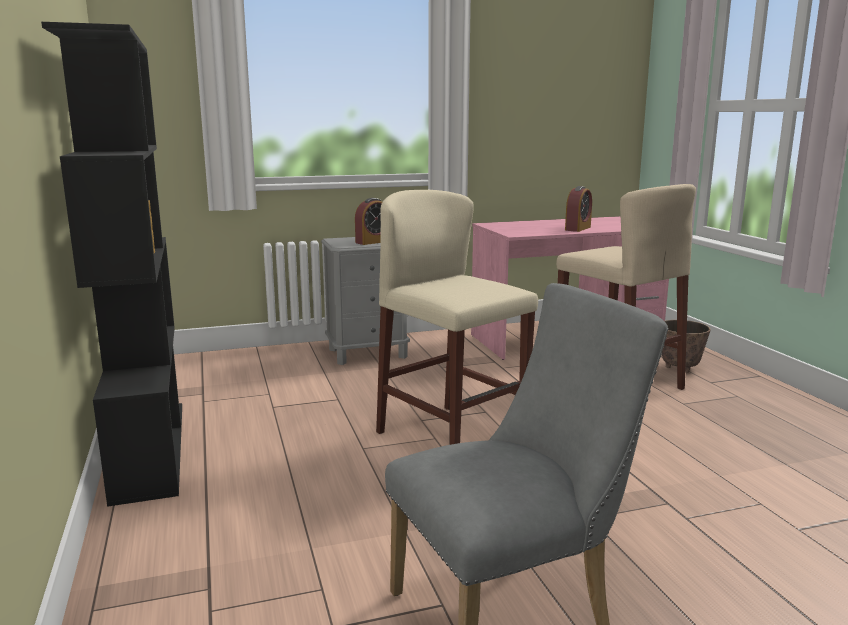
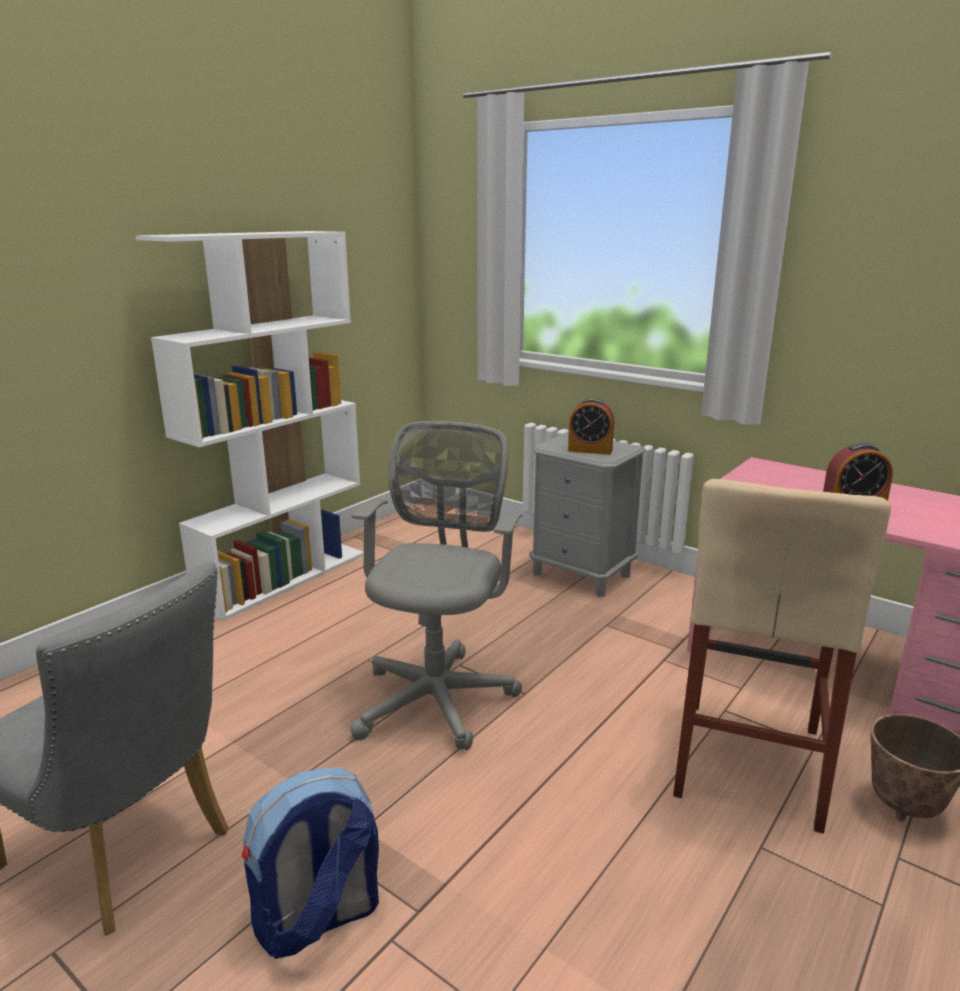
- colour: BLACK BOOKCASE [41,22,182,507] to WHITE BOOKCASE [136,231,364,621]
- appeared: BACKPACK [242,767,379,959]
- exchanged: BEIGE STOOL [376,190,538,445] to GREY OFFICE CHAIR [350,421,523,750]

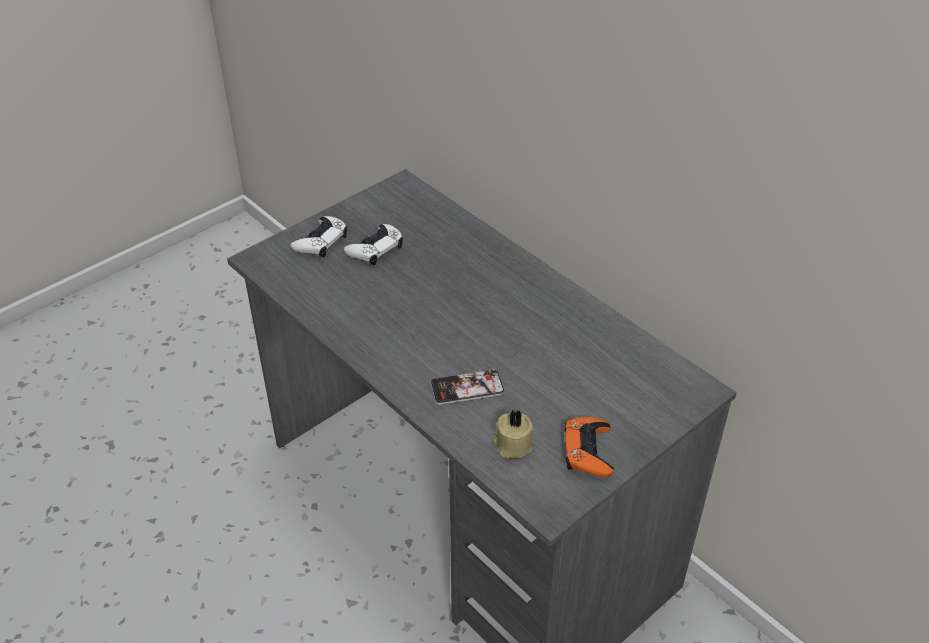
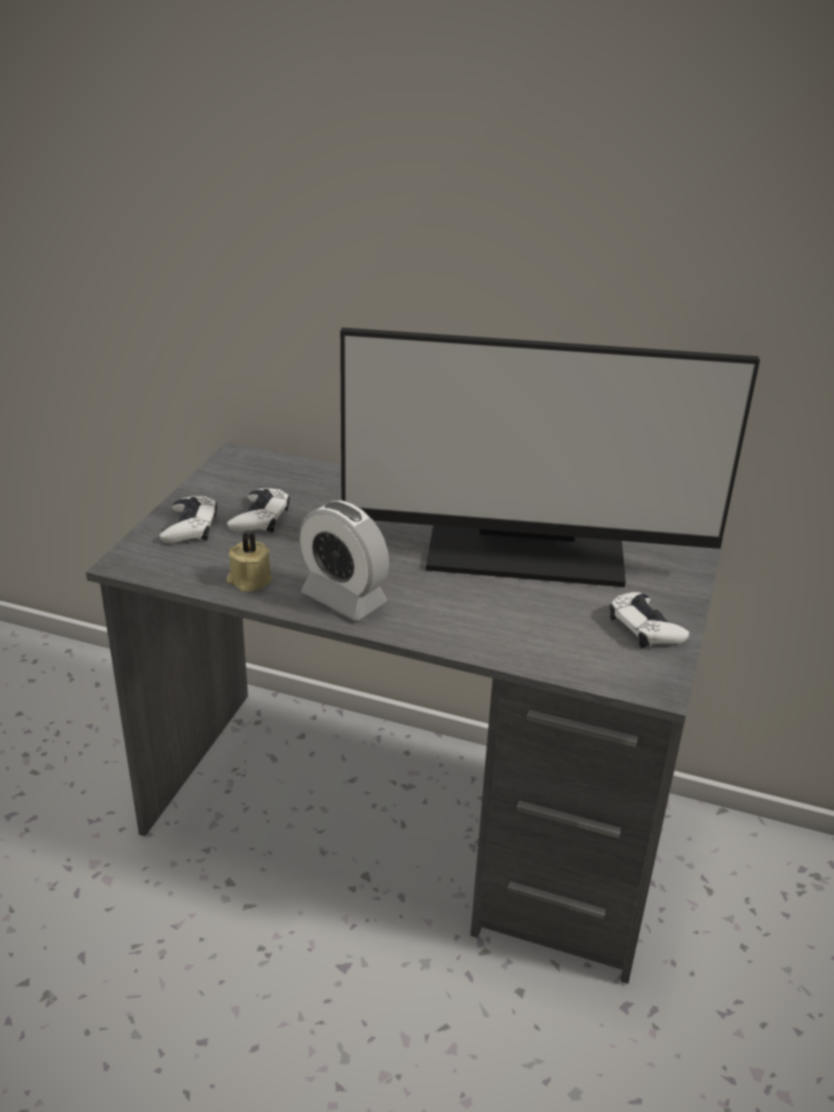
- relocated: BEIGE CANDLE [493,410,533,458] to [227,532,272,592]
- appeared: ALARM CLOCK [300,501,389,621]
- appeared: MONITOR [340,328,760,587]
- colour: ORANGE GAME CONTROLLER [565,417,614,477] to WHITE GAME CONTROLLER [610,592,689,648]
- missing: PHONE [430,369,505,405]

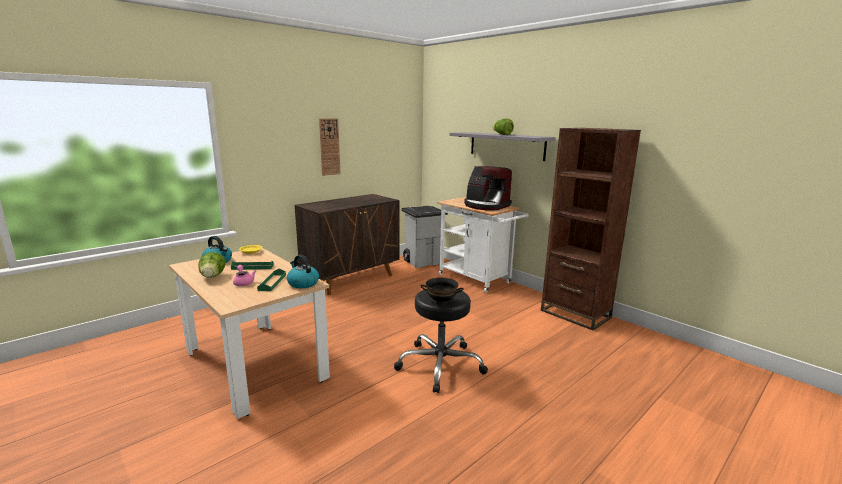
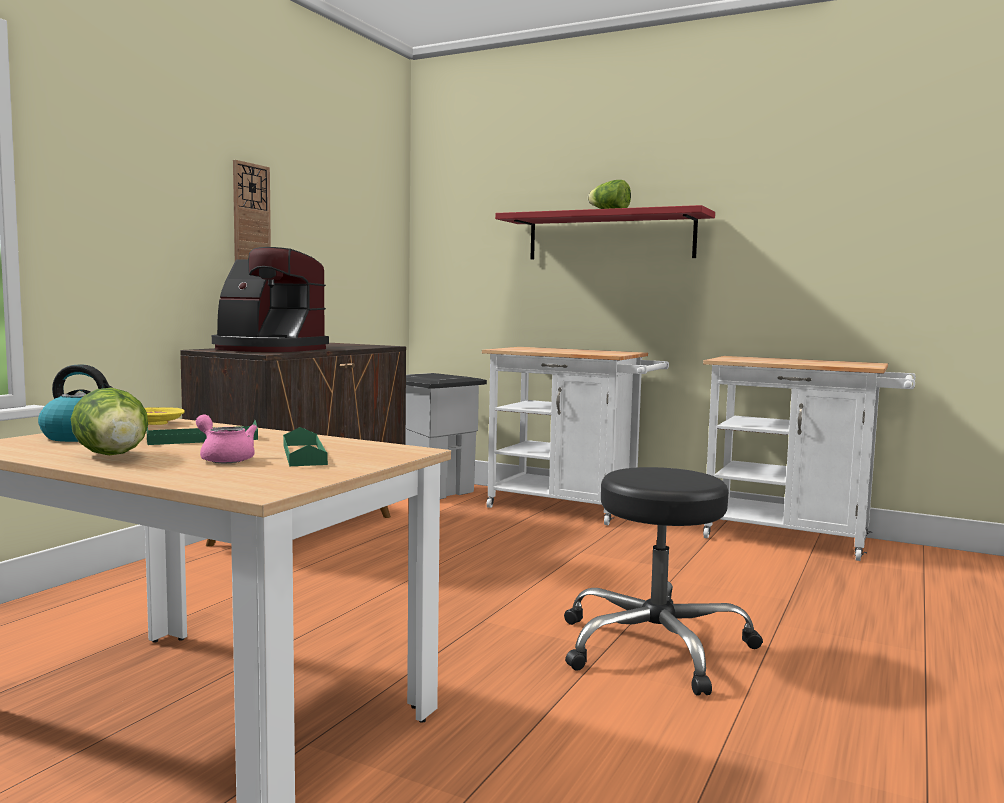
- relocated: COFFEE MACHINE [464,166,512,211] to [212,247,329,352]
- colour: GREY SHELF [450,132,555,161] to RED SHELF [495,205,715,259]
- exchanged: BROWN BOOKCASE [541,128,641,330] to WHITE CART [703,356,916,561]
- missing: KETTLE [287,255,319,288]
- missing: BLACK BOWL [421,277,464,305]

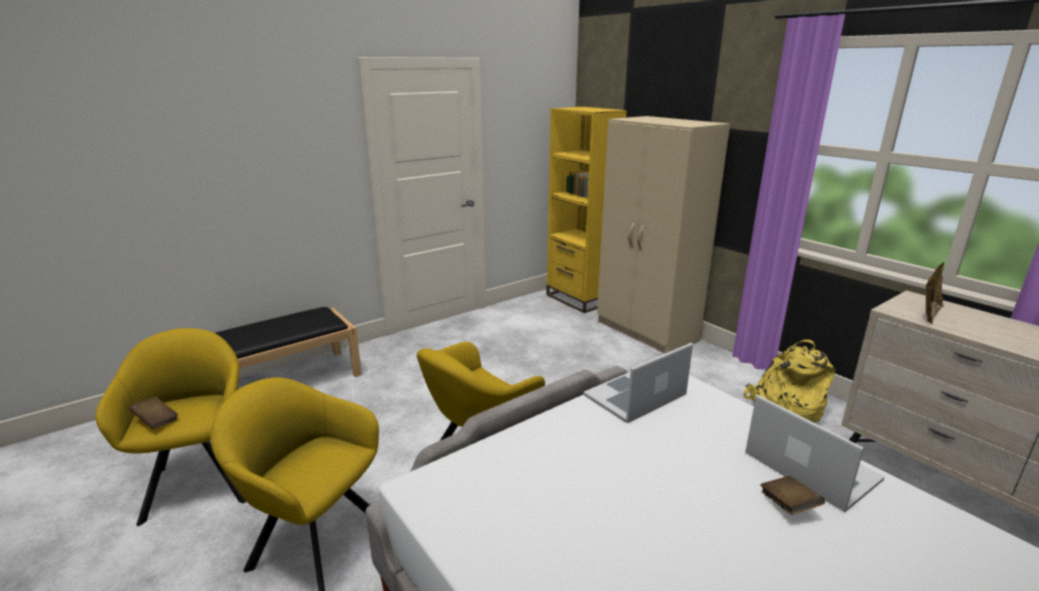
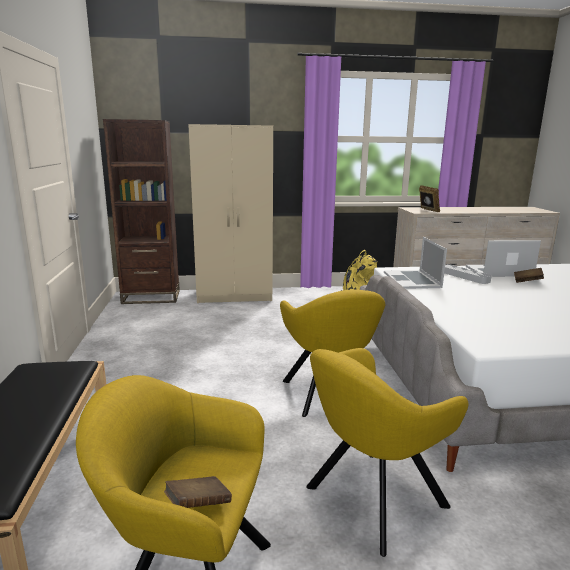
- colour: YELLOW BOOKCASE [546,107,627,313] to BROWN BOOKCASE [103,119,180,304]
- appeared: GREY TRAY [444,264,492,284]

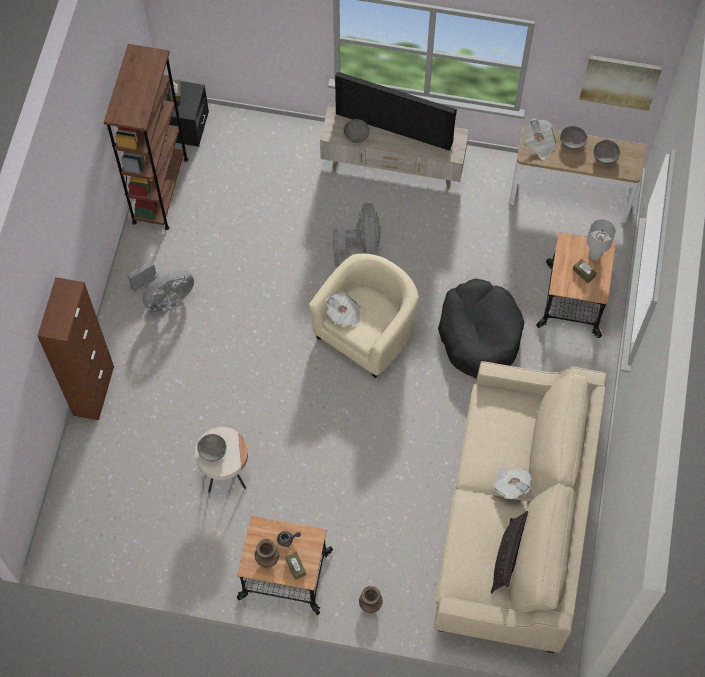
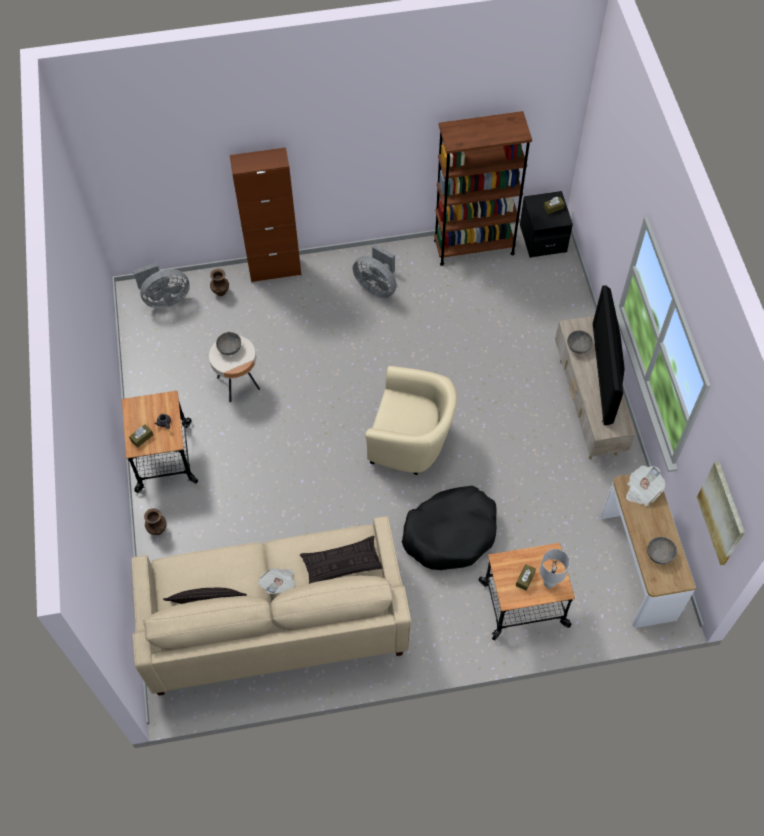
- relocated: GREY FAN [333,203,381,267] to [133,263,190,308]
- relocated: BROWN VASE [255,539,279,568] to [210,269,229,296]
- appeared: PILLOW [300,536,383,584]
- missing: NEWSPAPER [326,291,361,327]
- missing: GREY BOWL [560,126,587,150]

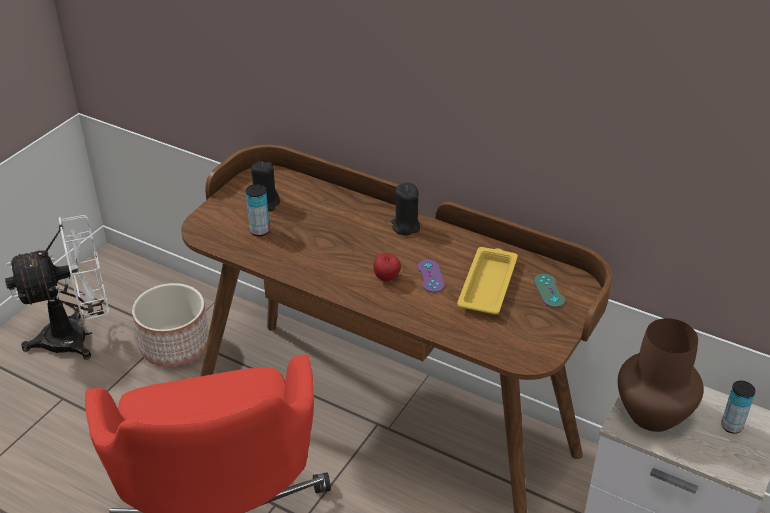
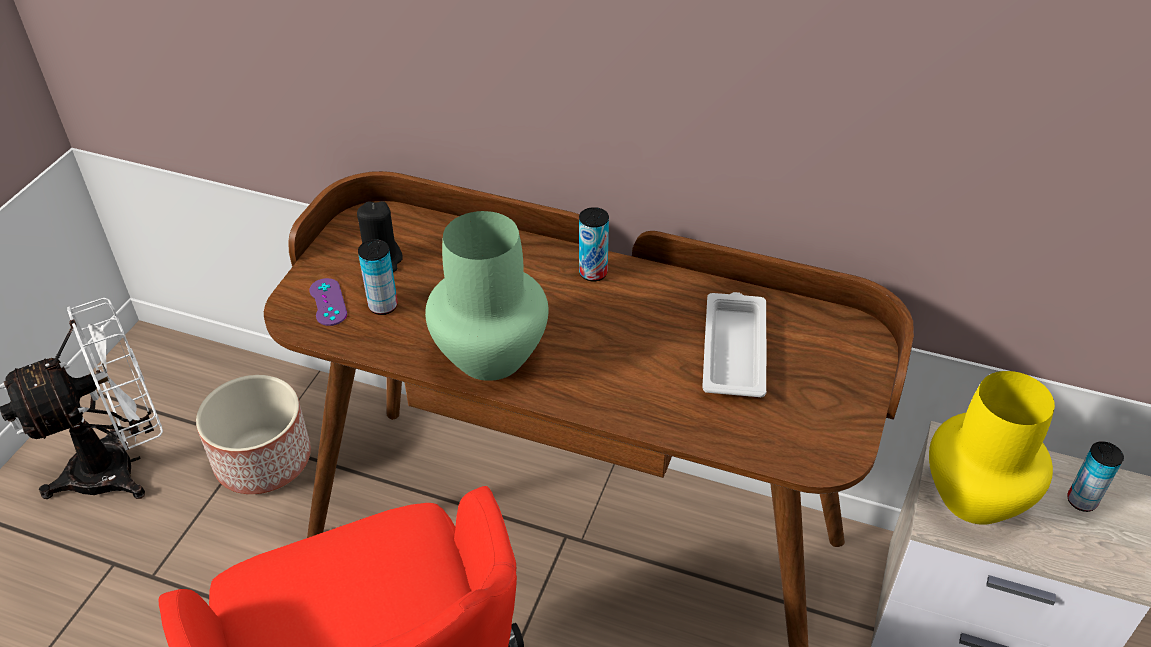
- relocated: PURPLE GAME CONTROLLER [418,260,445,293] to [309,278,347,326]
- appeared: GREEN VASE [425,211,548,381]
- exchanged: BLACK CANDLE [391,183,420,235] to CAN [579,207,609,282]
- colour: YELLOW TRAY [457,247,518,315] to WHITE TRAY [702,292,766,397]
- colour: BROWN VASE [618,318,704,432] to YELLOW VASE [929,371,1055,525]
- missing: APPLE [373,253,401,281]
- missing: GREEN GAME CONTROLLER [534,274,565,308]

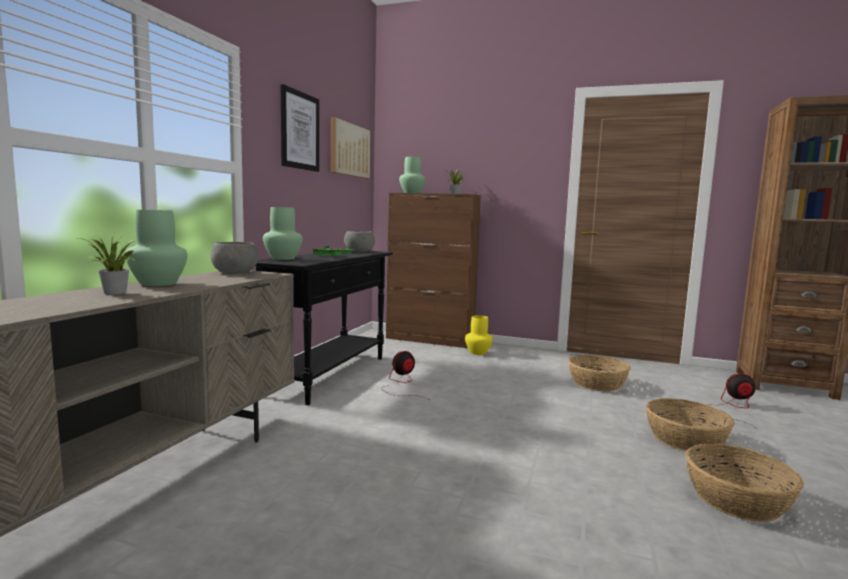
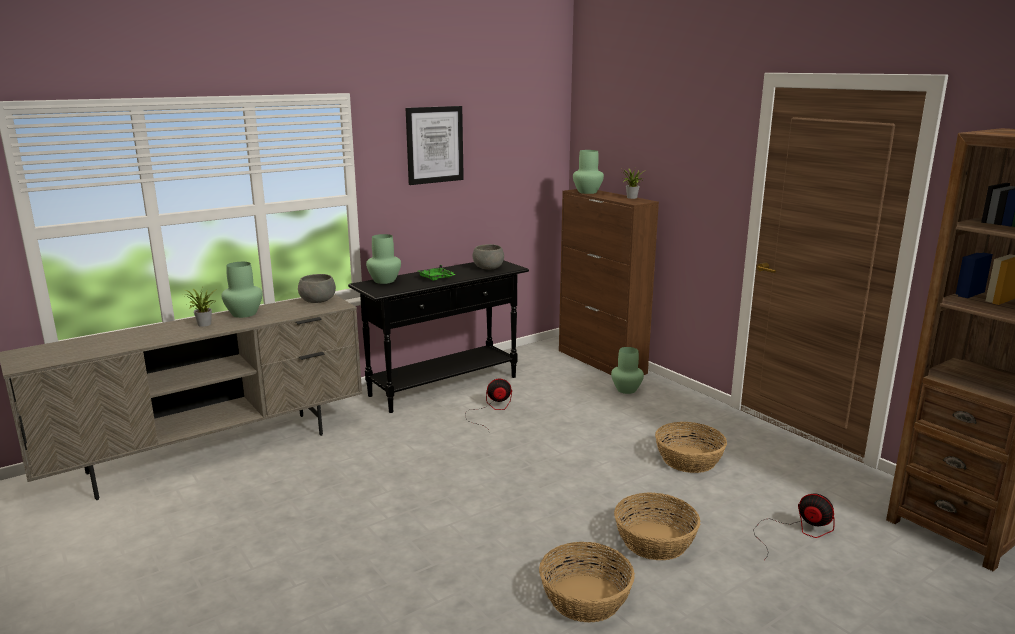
- colour: YELLOW VASE [465,315,493,355] to GREEN VASE [611,347,644,394]
- missing: PICTURE [331,117,371,178]

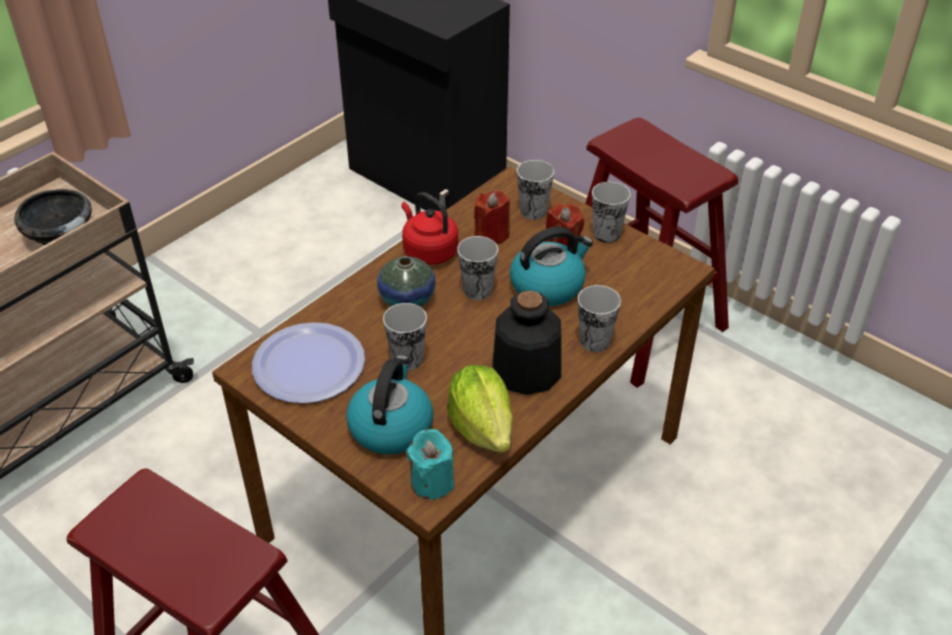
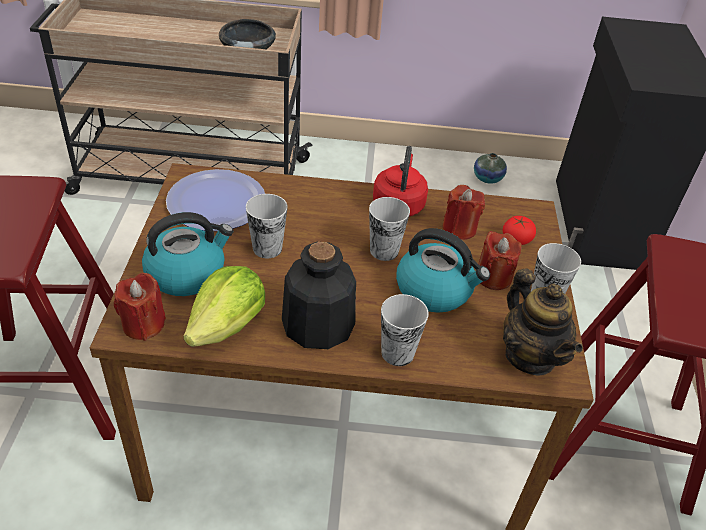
- colour: TURQUOISE CANDLE [407,429,454,500] to RED CANDLE [114,273,166,341]
- relocated: VASE [377,256,436,307] to [474,153,507,184]
- exchanged: CUP [517,160,554,220] to TOMATO [502,216,536,245]
- appeared: TEAPOT [503,269,583,376]

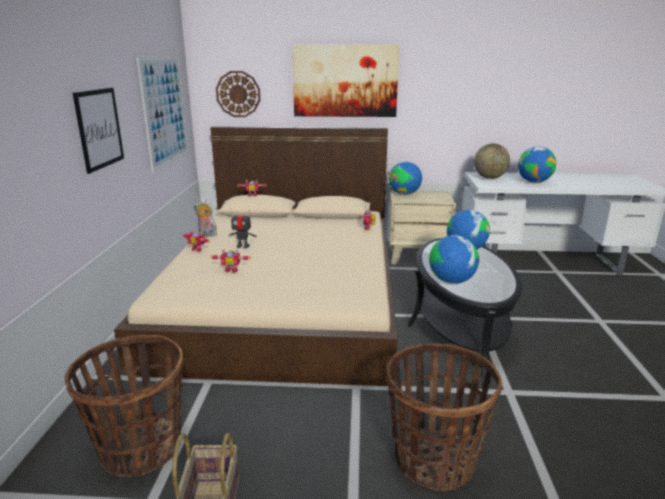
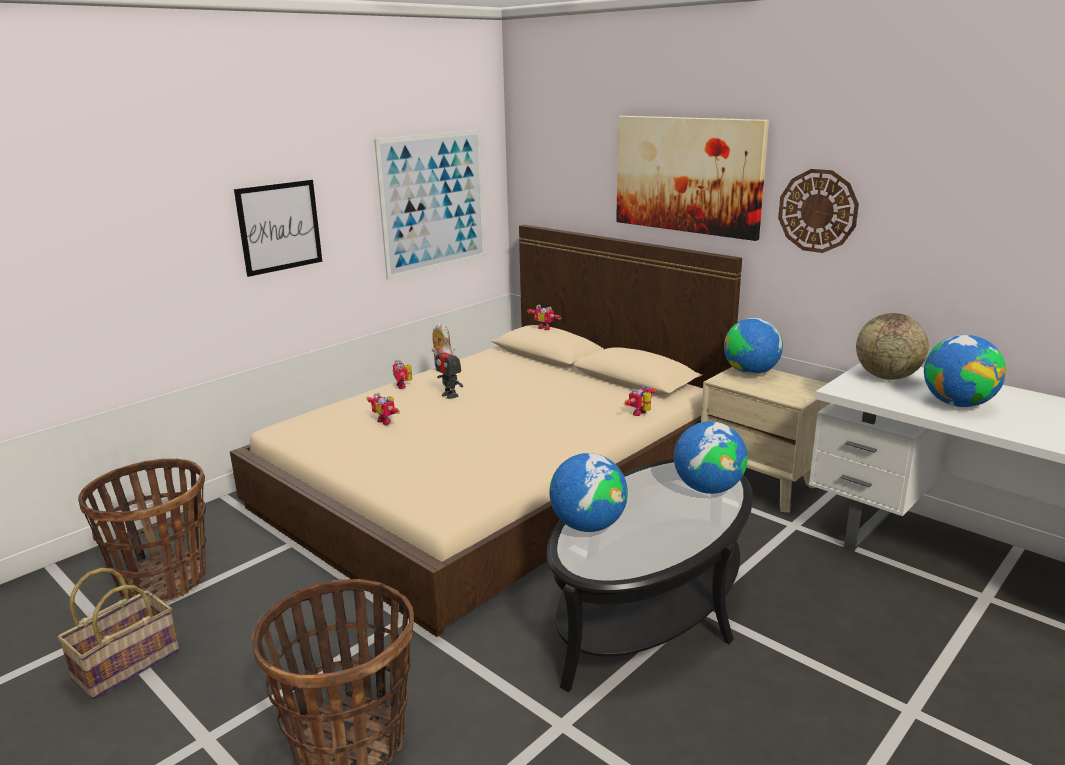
- relocated: WALL CLOCK [216,71,260,117] to [778,169,859,253]

